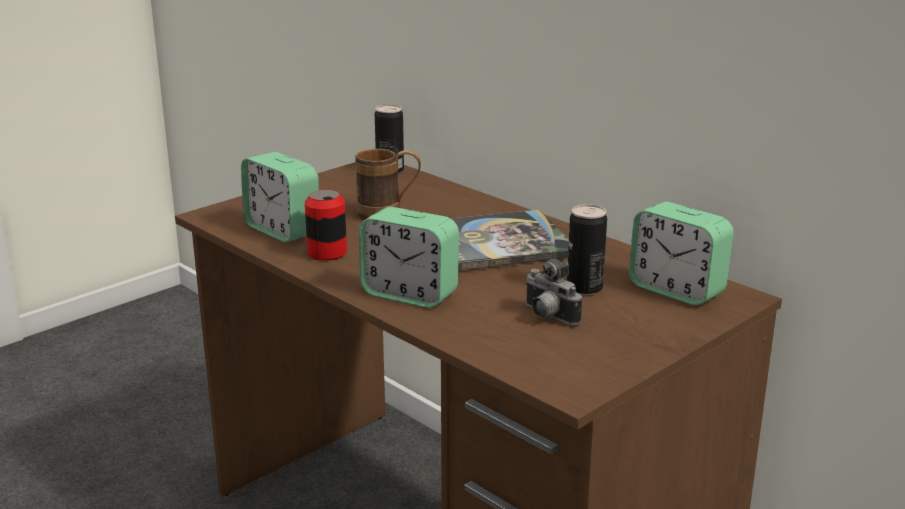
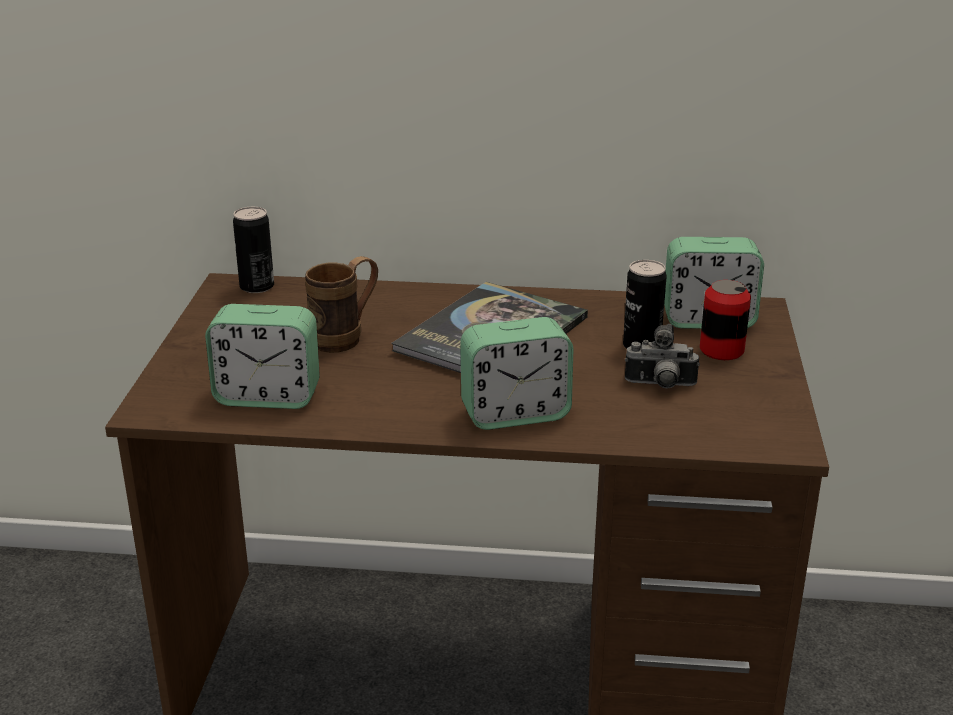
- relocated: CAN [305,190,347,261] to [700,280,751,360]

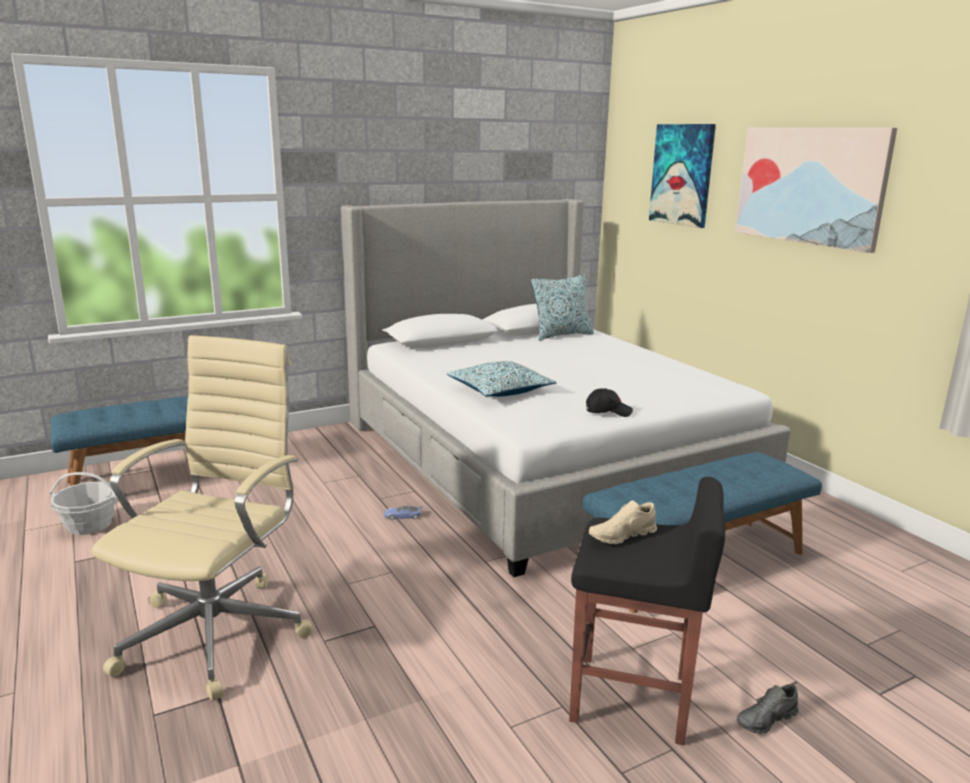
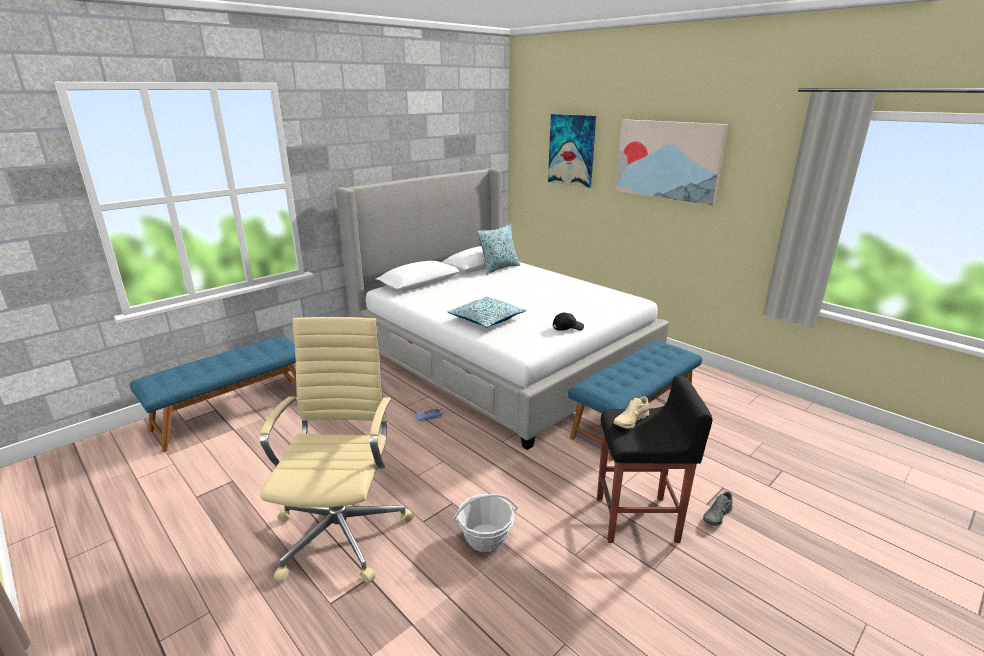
- relocated: BASKET [49,472,117,535] to [453,494,518,552]

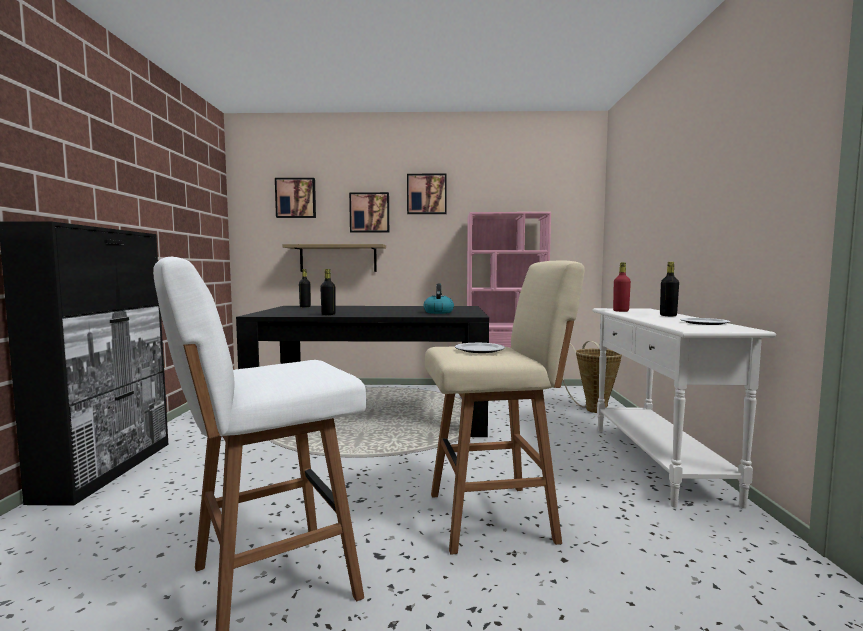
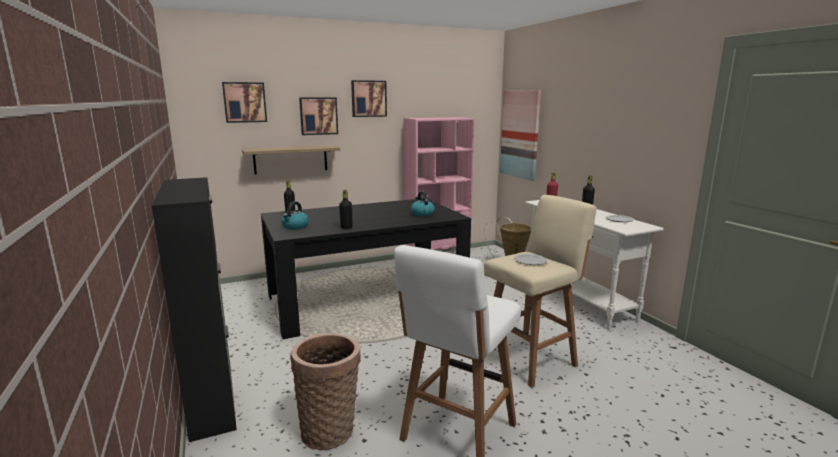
- appeared: KETTLE [281,201,309,229]
- appeared: BASKET [290,333,361,450]
- appeared: PICTURE [500,90,541,181]

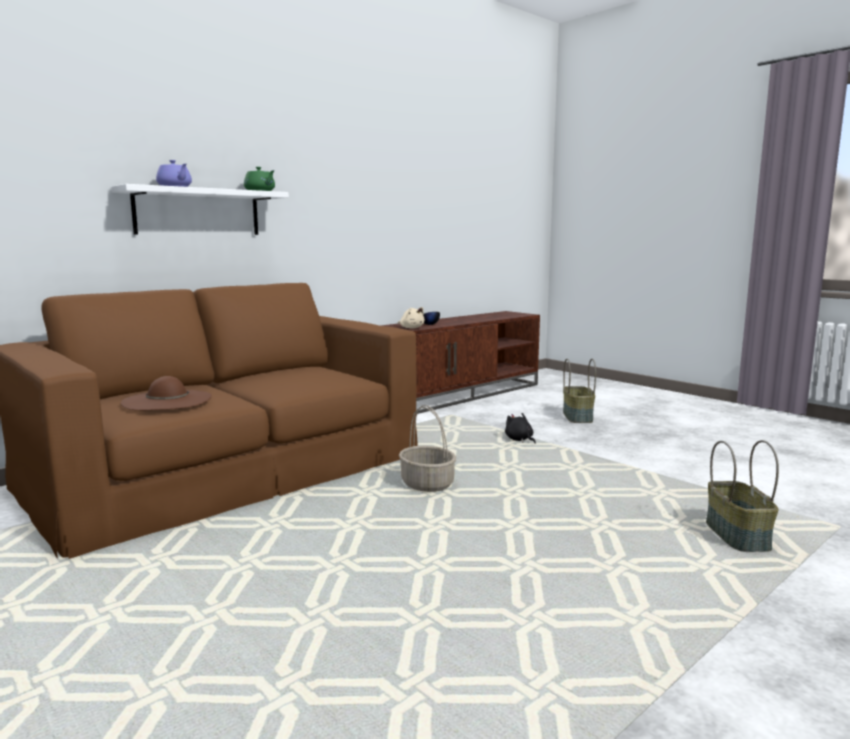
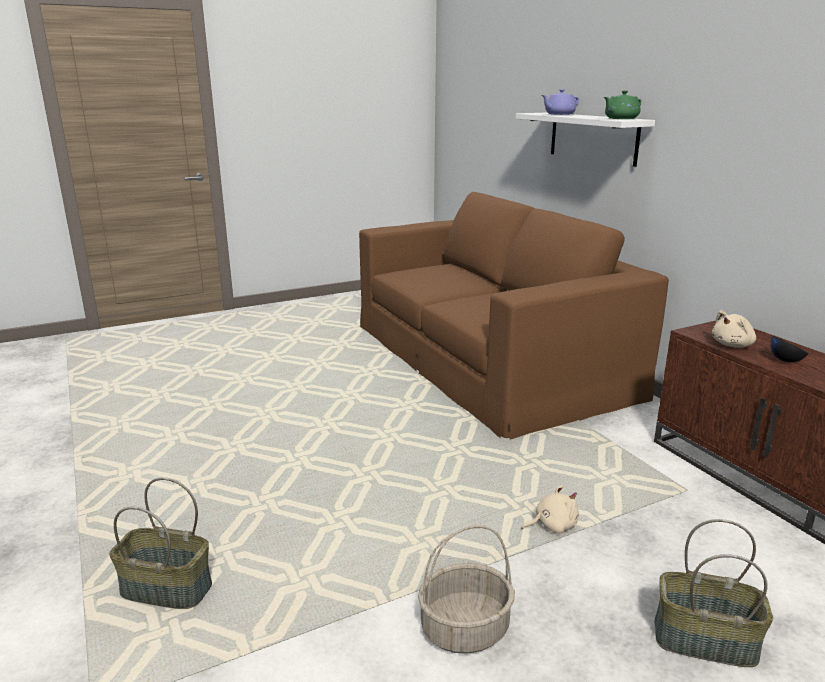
- relocated: BASKET [399,405,456,492] to [418,525,515,654]
- colour: BLACK PLUSH TOY [505,413,536,444] to BEIGE PLUSH TOY [521,485,579,534]
- missing: BROWN HAT [121,376,212,410]

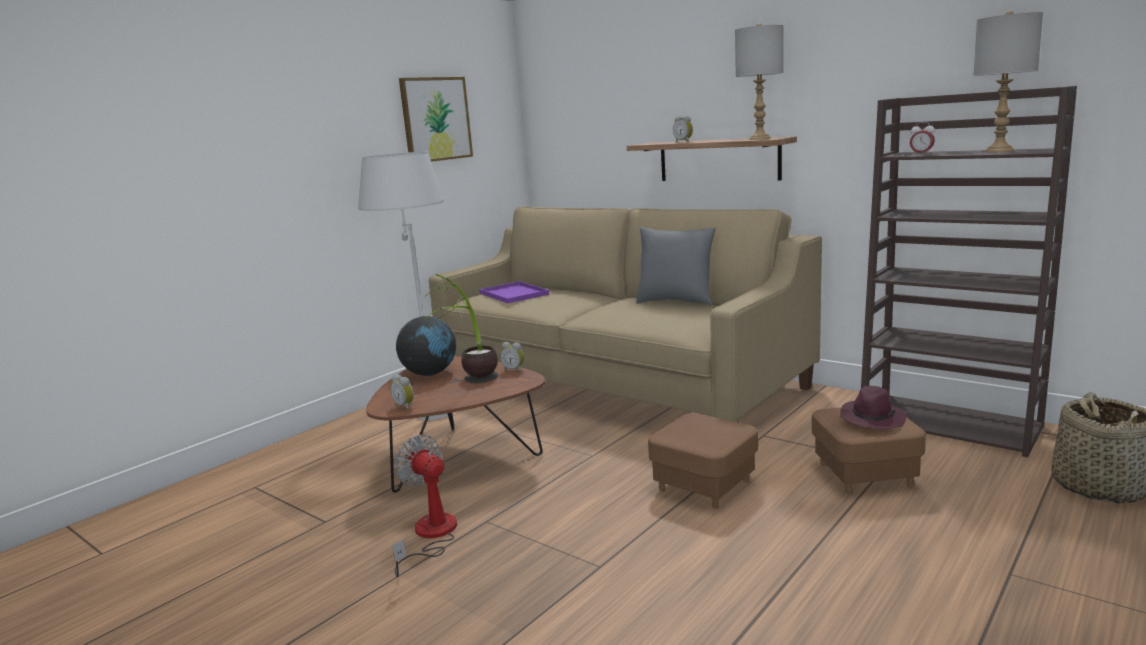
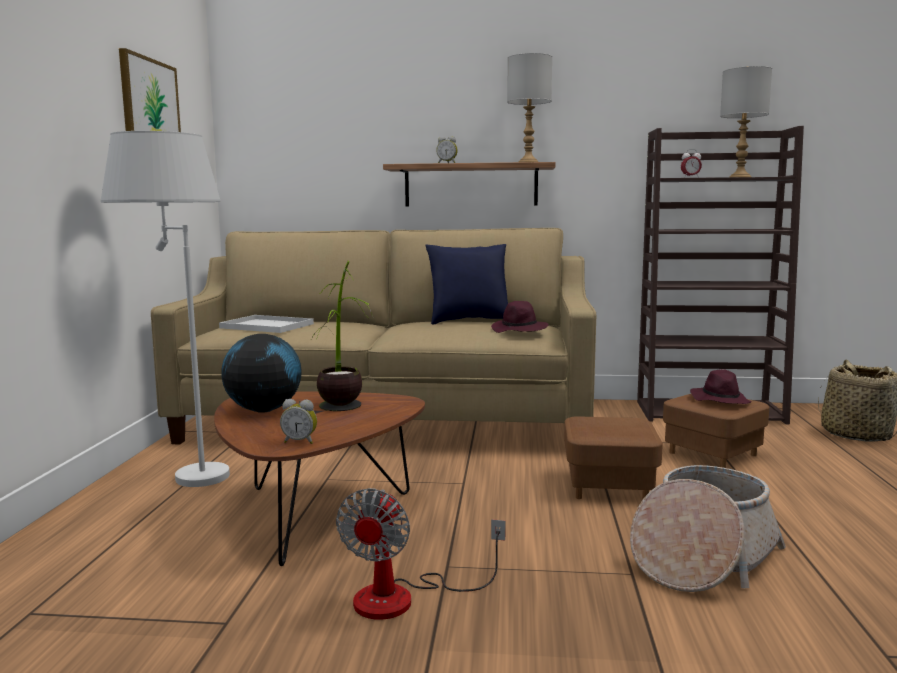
- colour: PURPLE TRAY [479,281,549,303] to WHITE TRAY [219,315,314,333]
- spun: FAN [392,435,457,578] = [336,488,505,620] 90 degrees counterclockwise
- colour: GREY PILLOW [636,227,716,305] to BLUE PILLOW [425,244,508,324]
- appeared: PURPLE HAT [491,301,548,333]
- appeared: BASKET [630,465,786,592]
- missing: ALARM CLOCK [500,342,524,372]

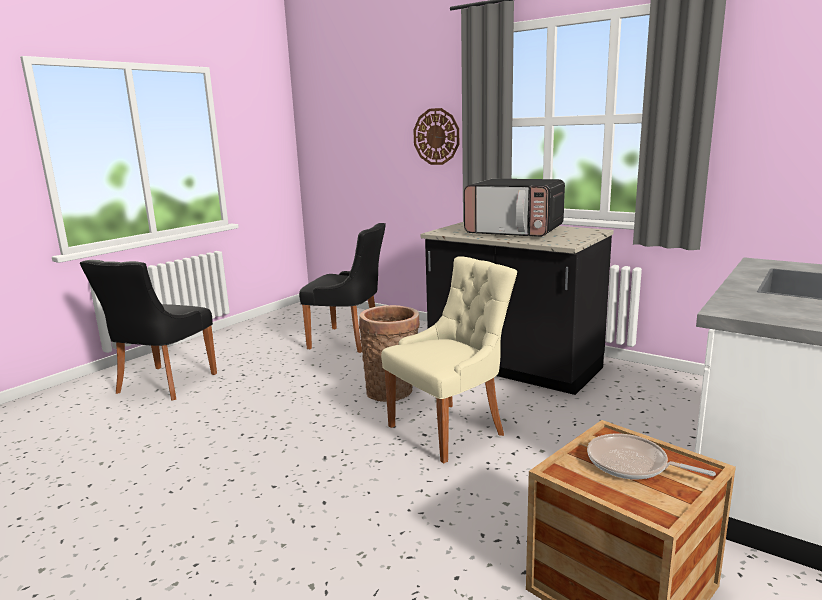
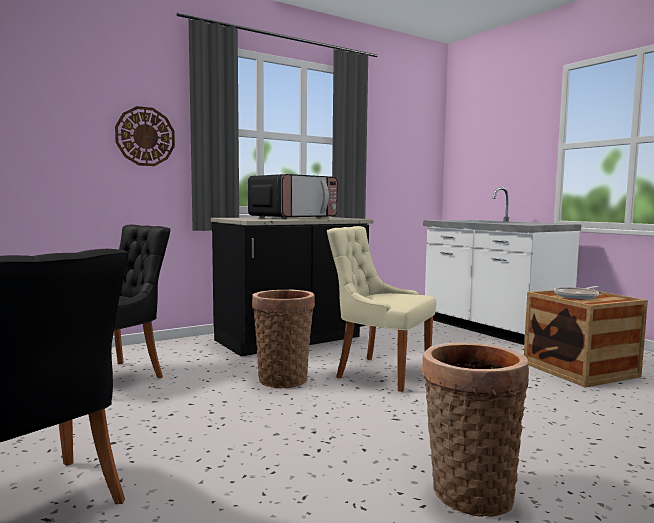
- spun: BEIGE CHAIR [381,256,517,463] = [327,226,436,392] 45 degrees counterclockwise
- appeared: BASKET [422,342,529,517]

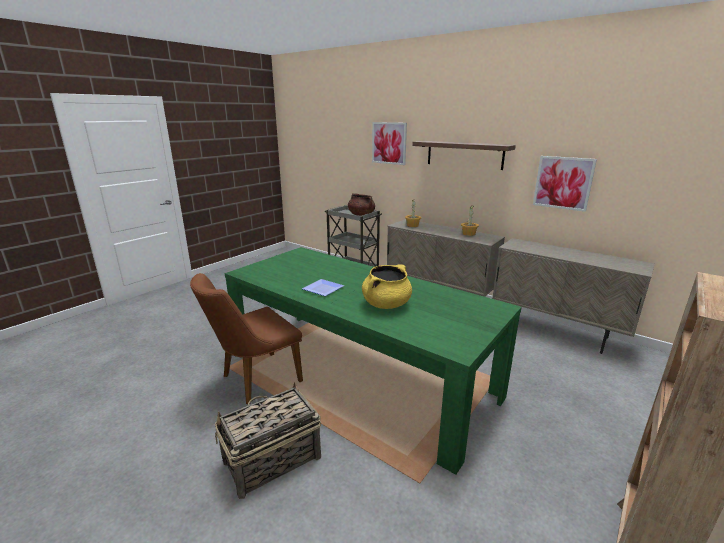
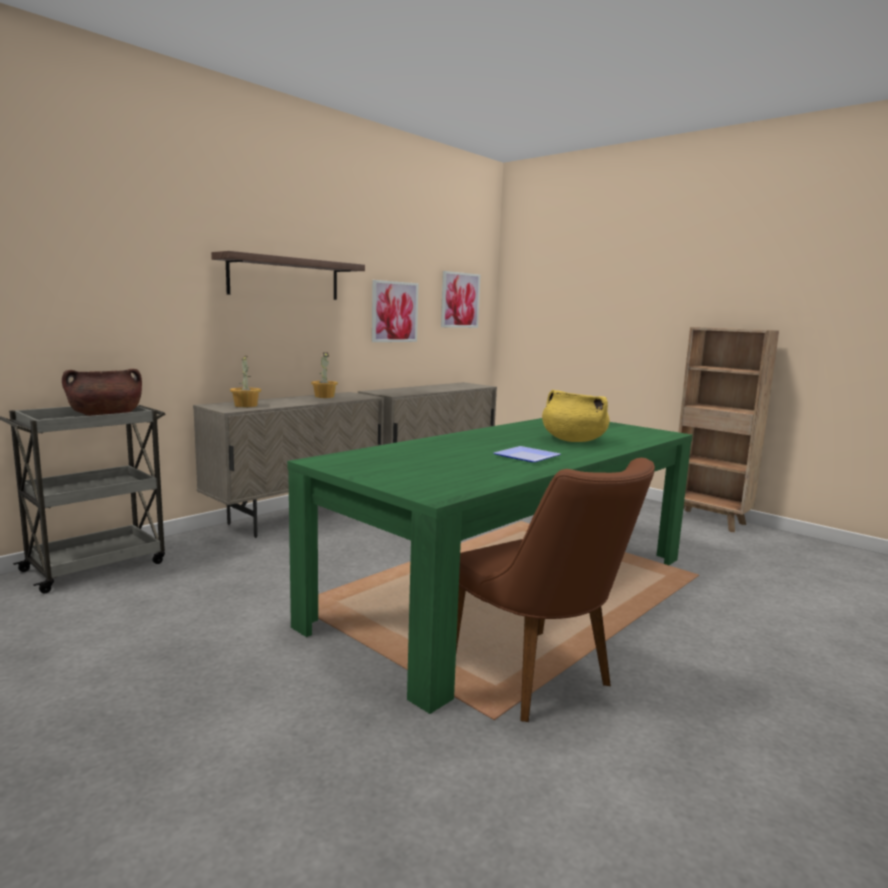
- relocated: PICTURE [372,122,407,165] to [441,271,480,328]
- missing: BASKET [215,382,321,499]

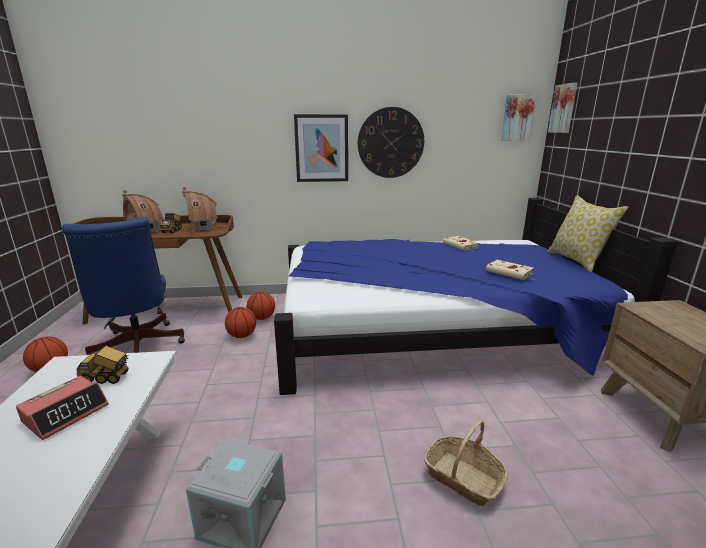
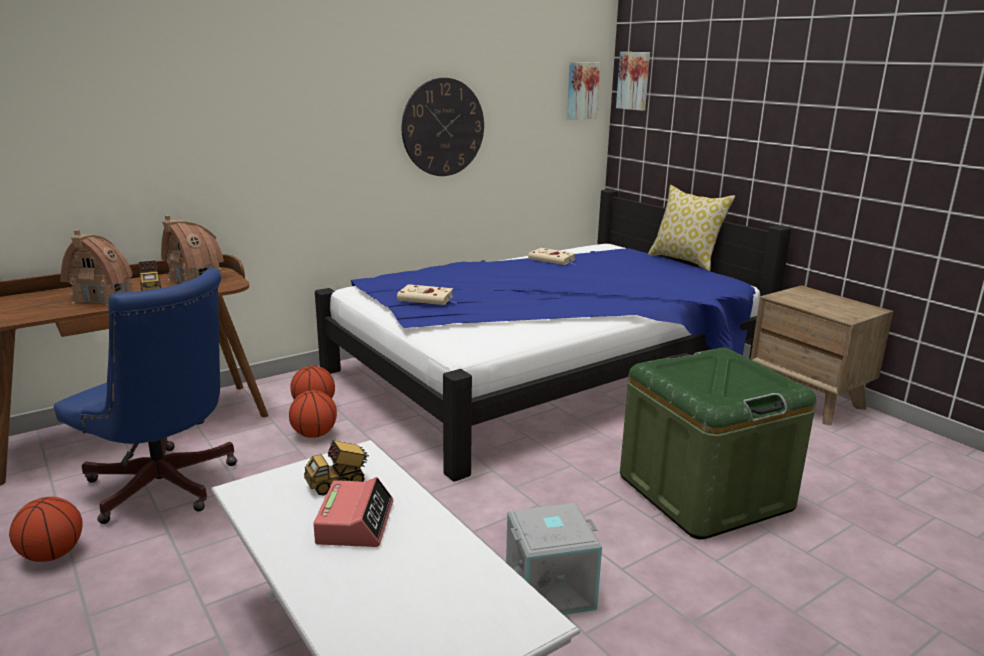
- relocated: BEIGE BOOK [486,260,536,280] to [397,284,457,305]
- exchanged: BASKET [424,420,508,506] to GREEN STORAGE BOX [620,347,816,540]
- missing: PICTURE [294,114,348,182]

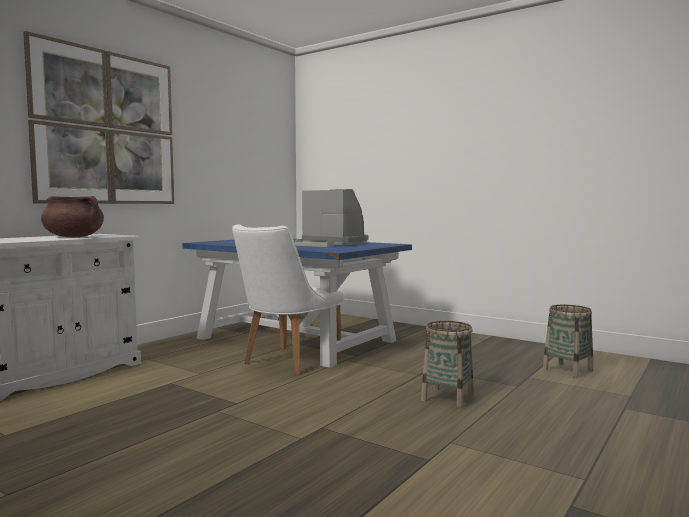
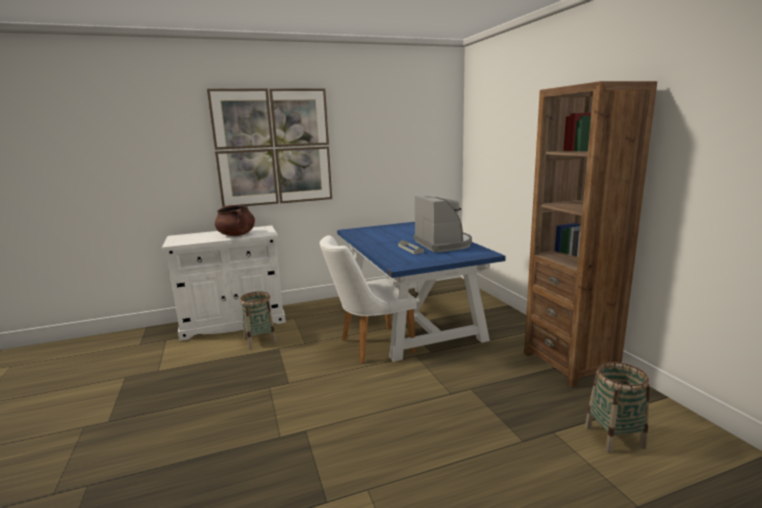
- relocated: BASKET [421,321,474,408] to [240,292,276,349]
- appeared: BROWN BOOKCASE [524,81,657,387]

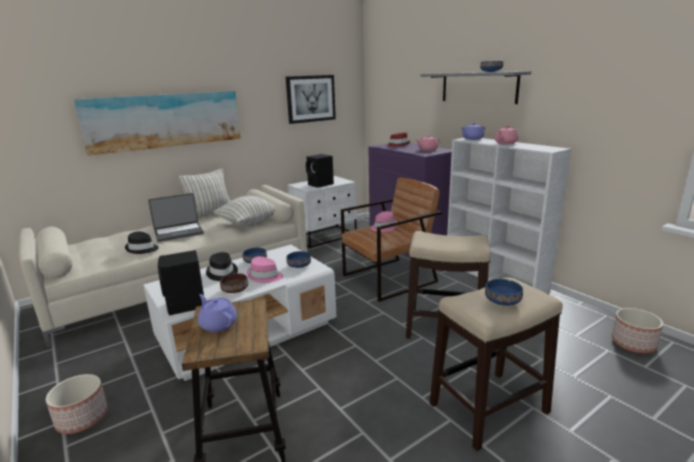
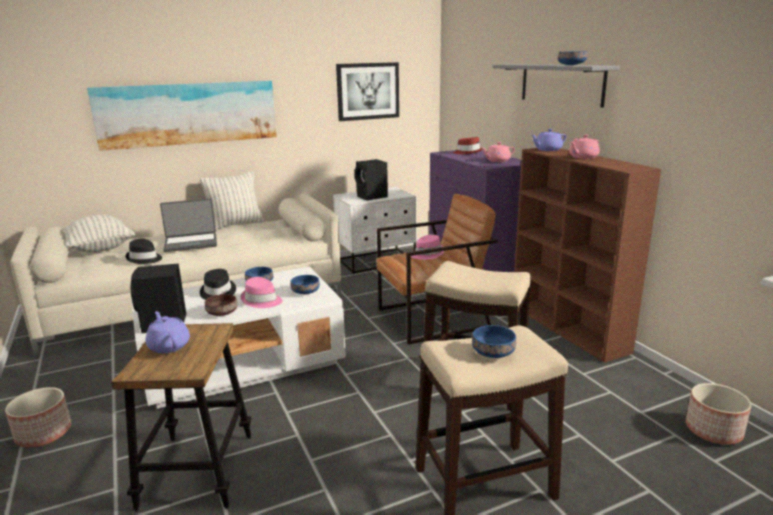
- relocated: PILLOW [213,196,275,226] to [63,215,135,252]
- colour: WHITE BOOKCASE [447,138,571,293] to BROWN BOOKCASE [514,148,661,363]

